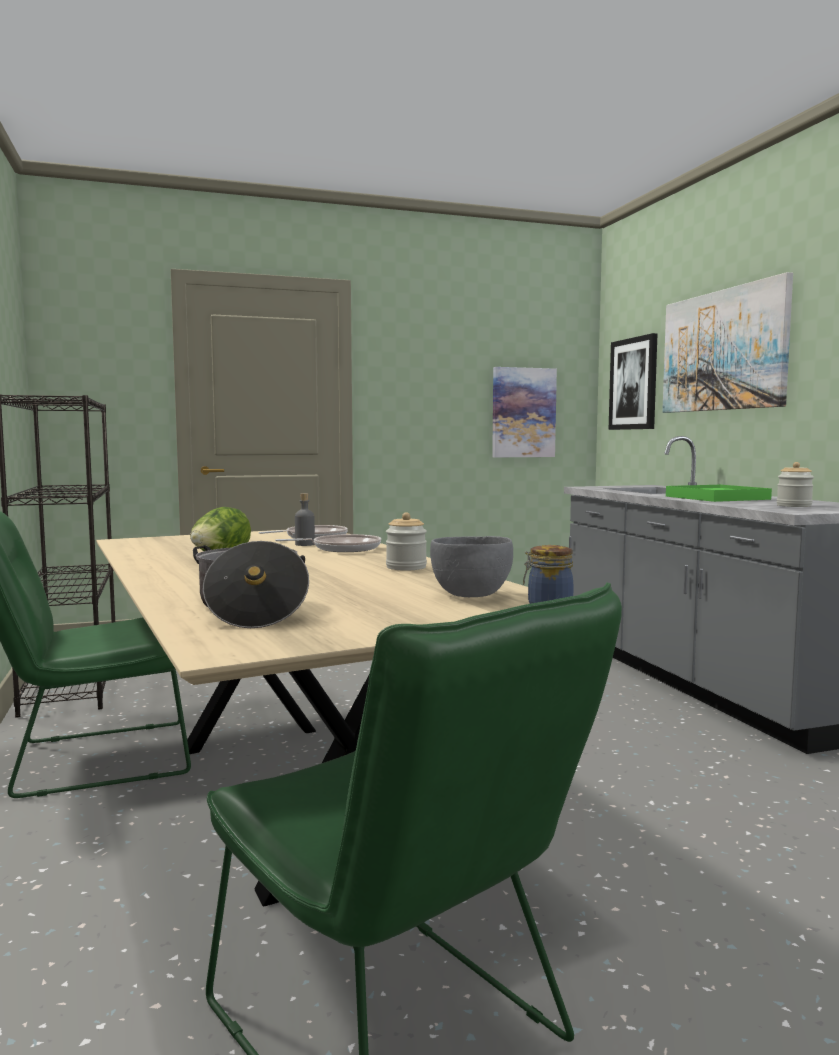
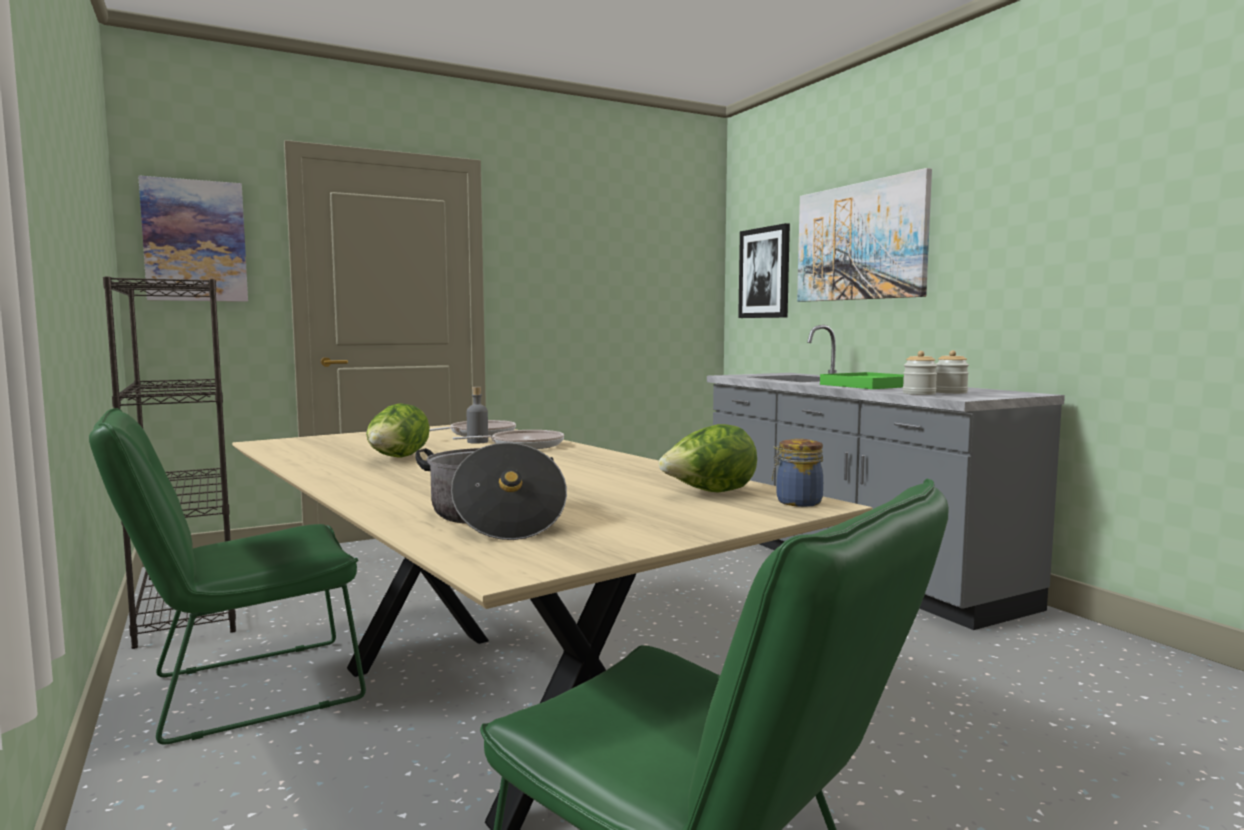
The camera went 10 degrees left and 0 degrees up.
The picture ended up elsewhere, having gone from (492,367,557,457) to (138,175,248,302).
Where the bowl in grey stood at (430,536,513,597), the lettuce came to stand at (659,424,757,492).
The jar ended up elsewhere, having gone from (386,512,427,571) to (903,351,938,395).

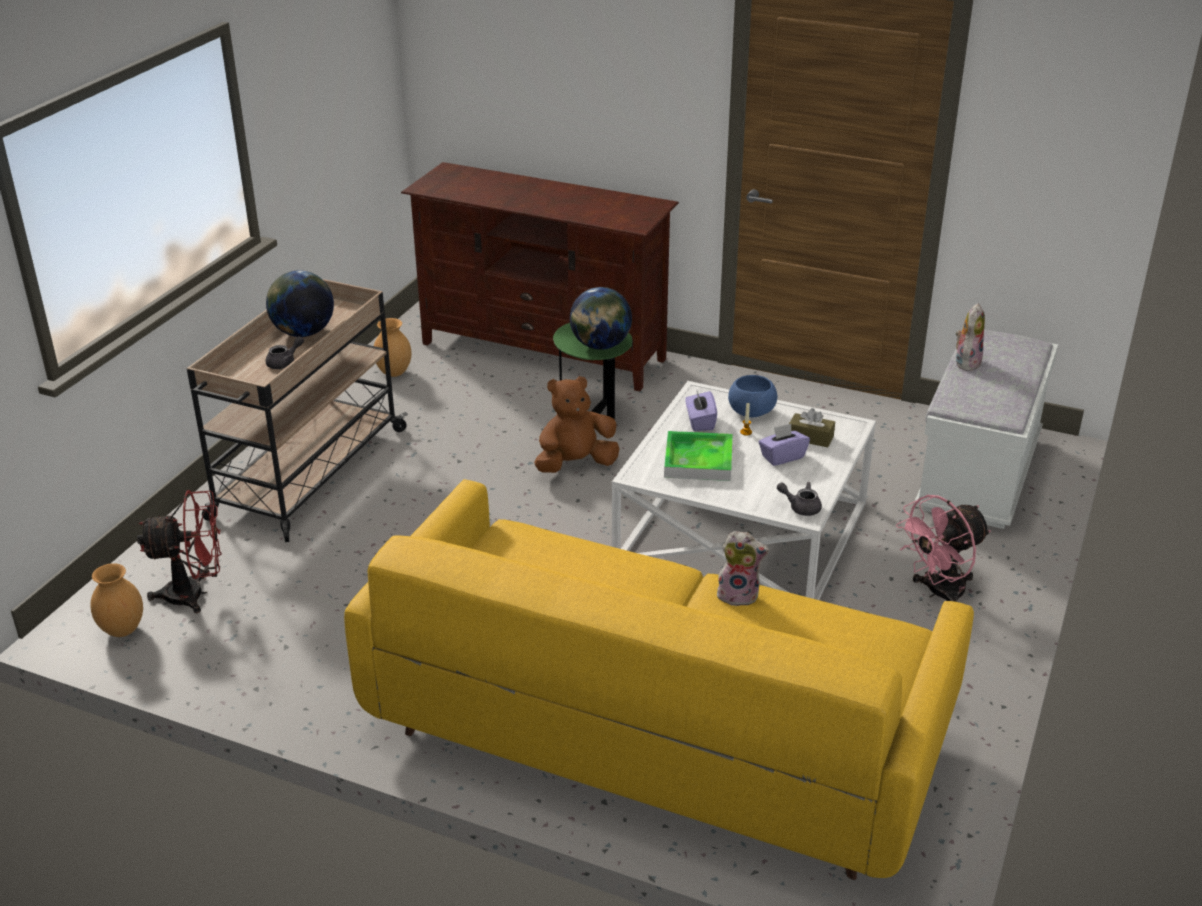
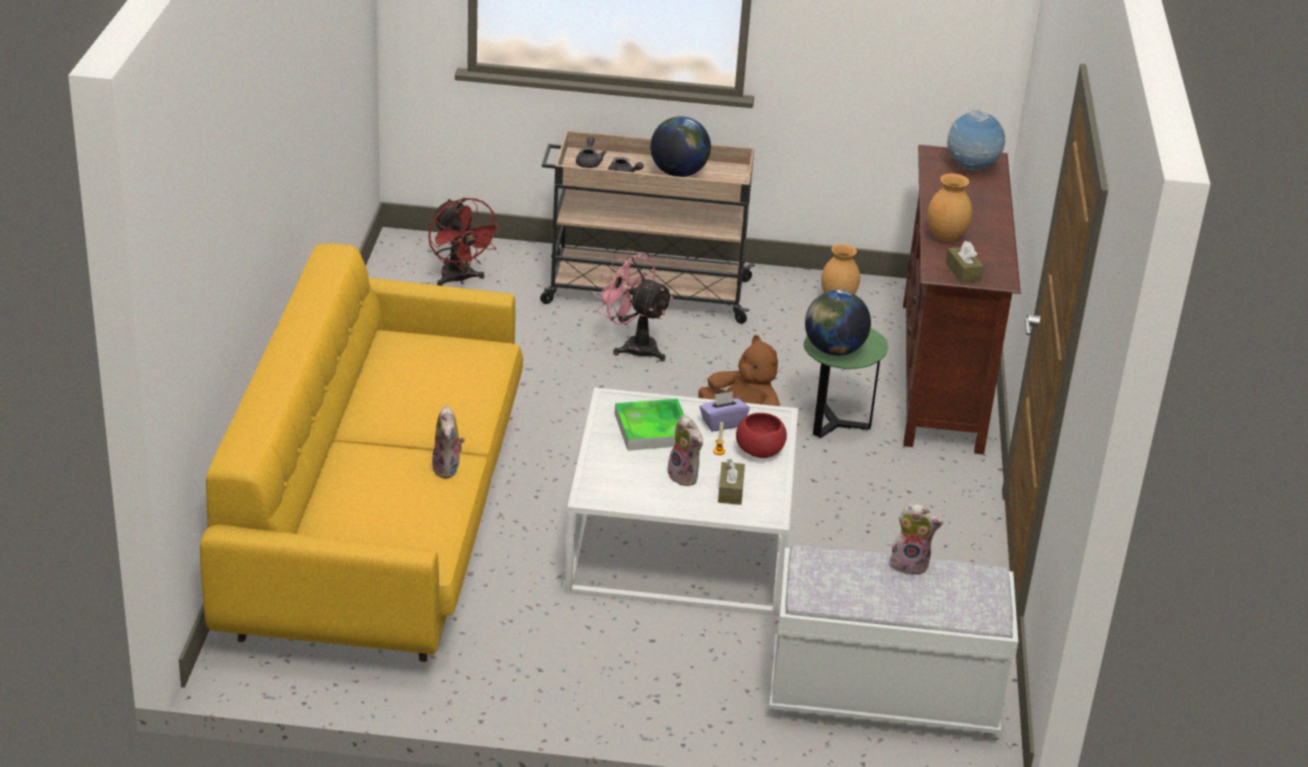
The camera went 70 degrees right and 0 degrees up.
The teapot in grey ended up elsewhere, having gone from (777,482,822,516) to (576,137,607,168).
The fan in pink ended up elsewhere, having gone from (896,495,991,602) to (595,249,674,362).
Where the tissue box in purple stood at (758,424,810,466), the plush toy came to stand at (667,414,703,486).
What was the bowl in blue at (728,375,777,417) turned into the bowl in red at (736,413,787,458).
The vase in brown ended up elsewhere, having gone from (90,563,143,637) to (928,174,972,242).
The second view gained the tissue box in brown at (946,241,984,284).
The second view gained the globe at (947,110,1006,171).

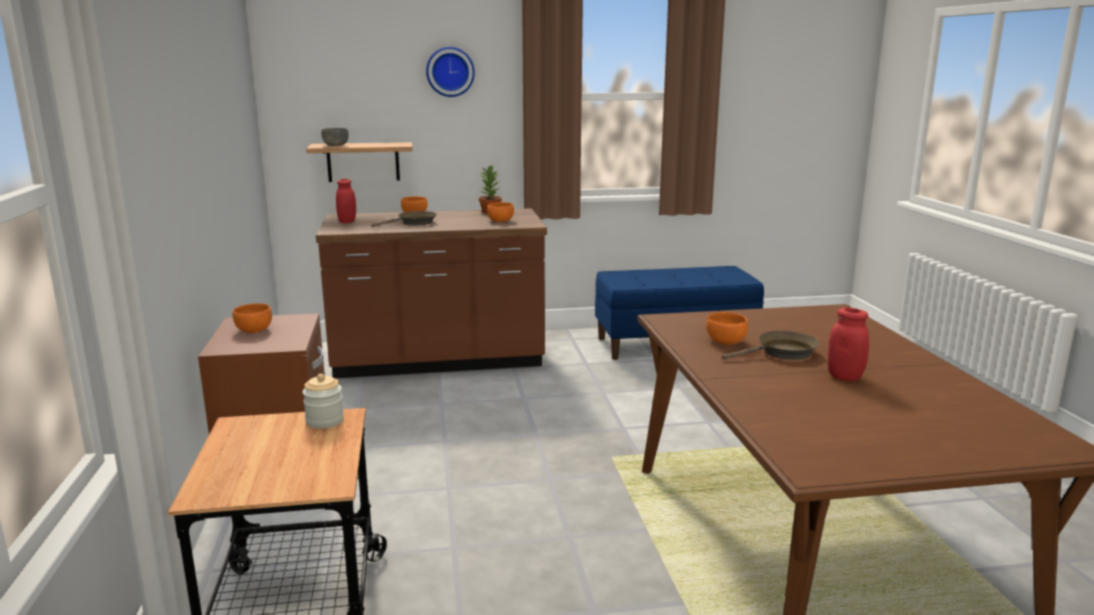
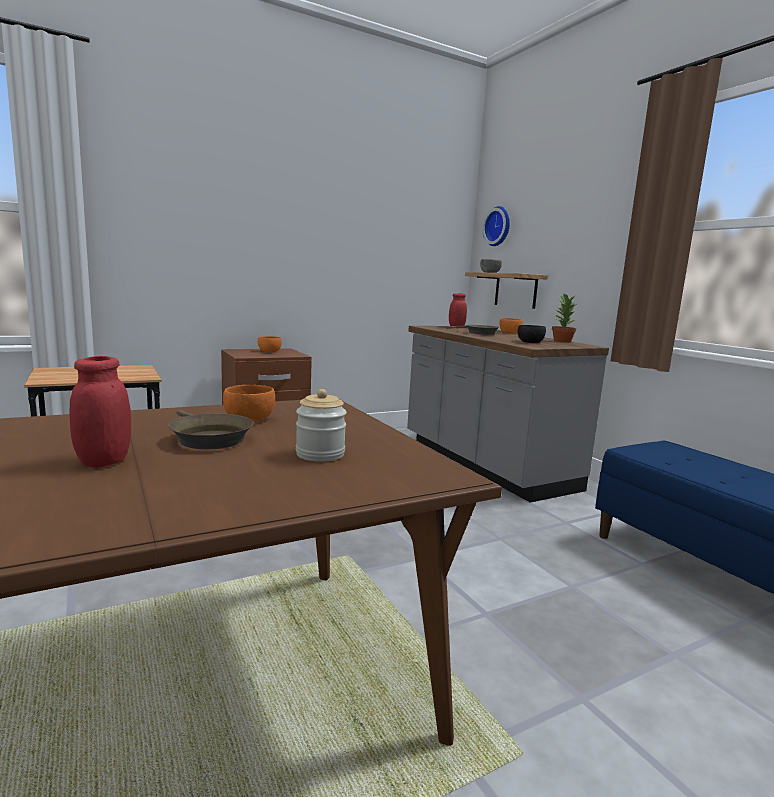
The camera went 70 degrees right and 5 degrees down.
The jar ended up elsewhere, having gone from (303,374,344,429) to (296,389,347,462).
What was the counter in brown at (316,208,547,378) turned into the counter in grey at (407,326,609,503).
The wall clock ended up elsewhere, having gone from (426,47,475,97) to (483,206,510,246).
What was the bowl in orange at (487,202,514,222) turned into the bowl in black at (518,325,546,343).

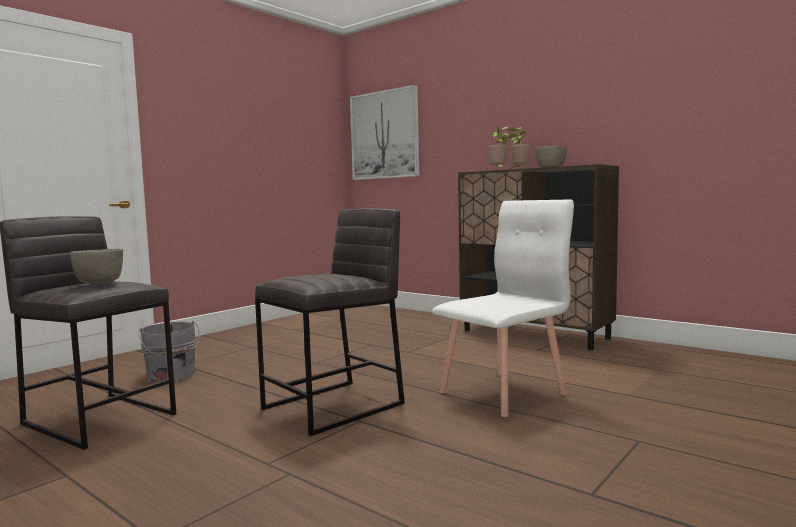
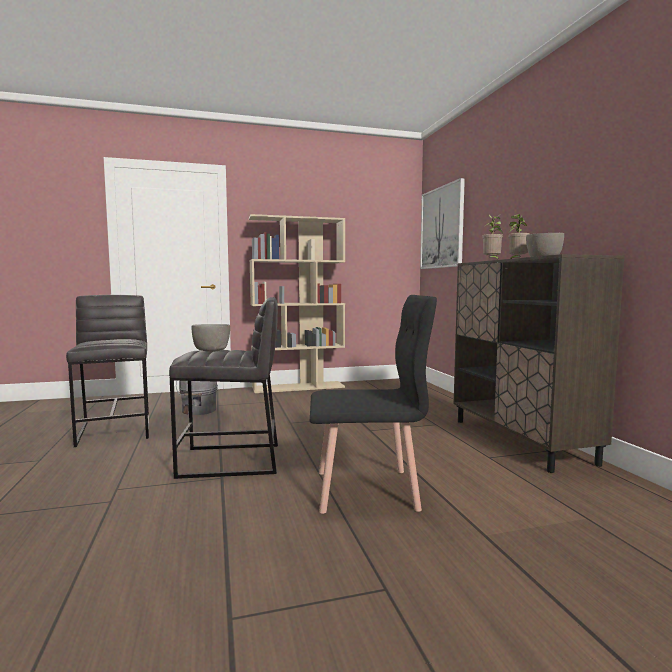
The camera went 35 degrees right and 0 degrees up.
The bowl in grey ended up elsewhere, having gone from (70,249,123,284) to (192,324,230,352).
The second view gained the bookcase in beige at (249,214,345,393).
What was the chair in white at (433,200,574,417) turned into the chair in black at (310,295,437,514).

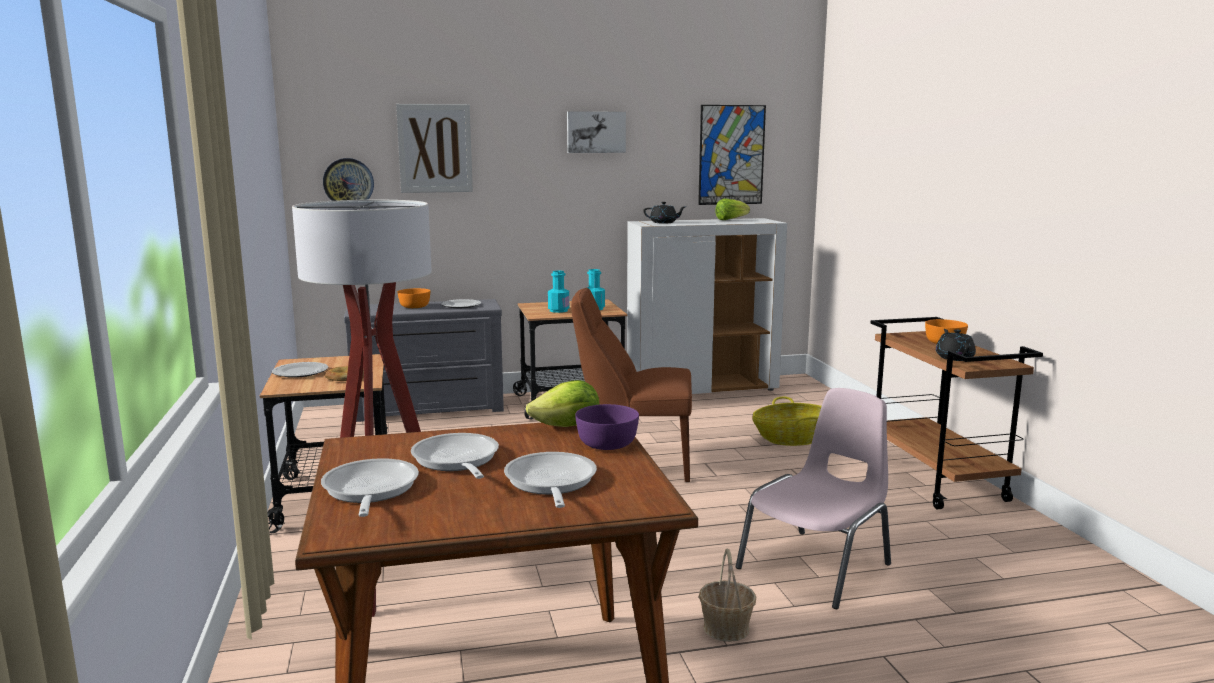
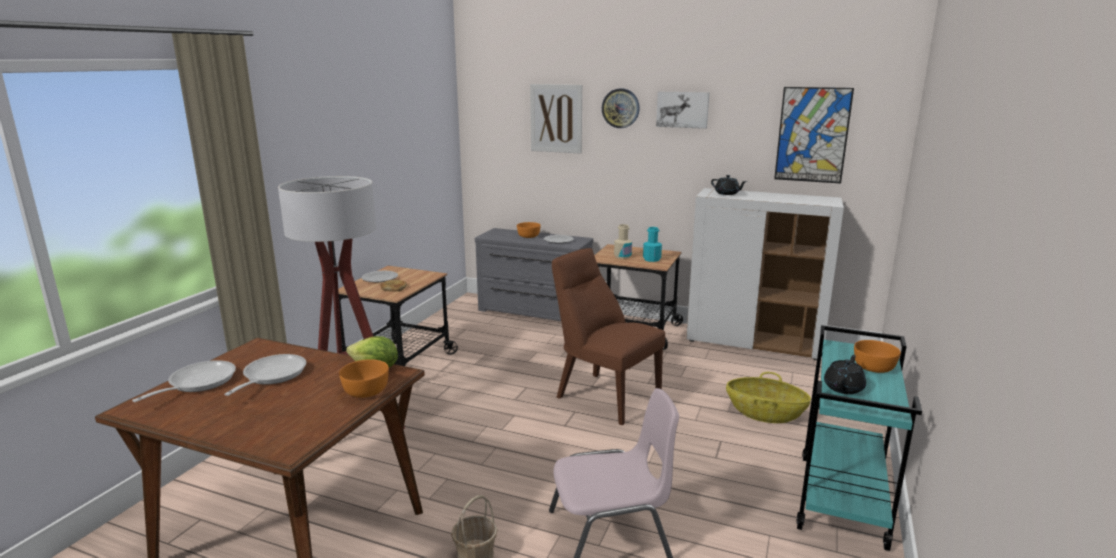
The camera went 35 degrees right and 5 degrees up.
What was the bowl in purple at (575,404,639,450) turned into the bowl in orange at (339,359,389,398).
The wall clock ended up elsewhere, having gone from (323,158,374,201) to (602,88,640,128).
What was the bottle in turquoise at (548,271,569,313) turned into the bottle in beige at (614,224,632,259).
What was the cart in brown at (871,317,1043,509) turned into the cart in turquoise at (797,325,922,551).
The second view lost the frying pan at (504,452,597,508).
The second view lost the lettuce at (715,199,750,220).

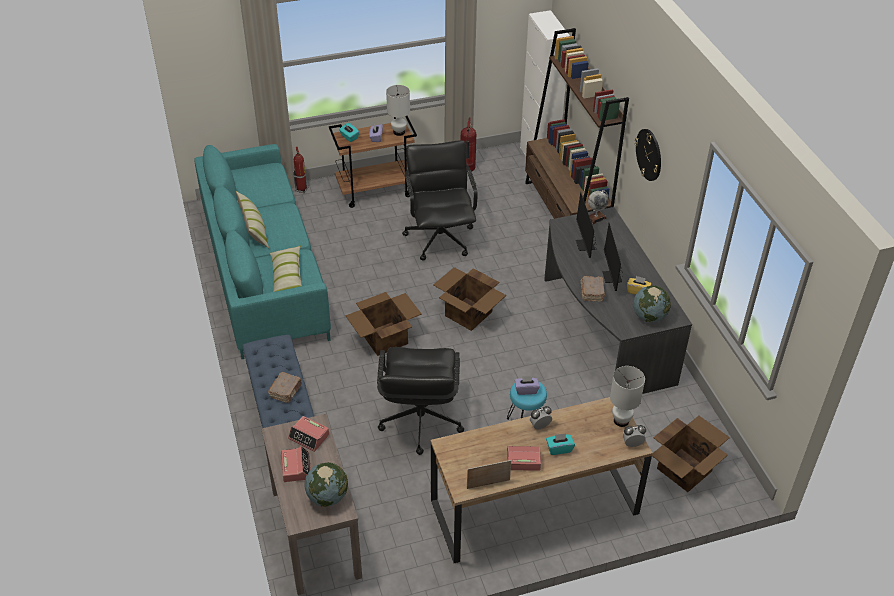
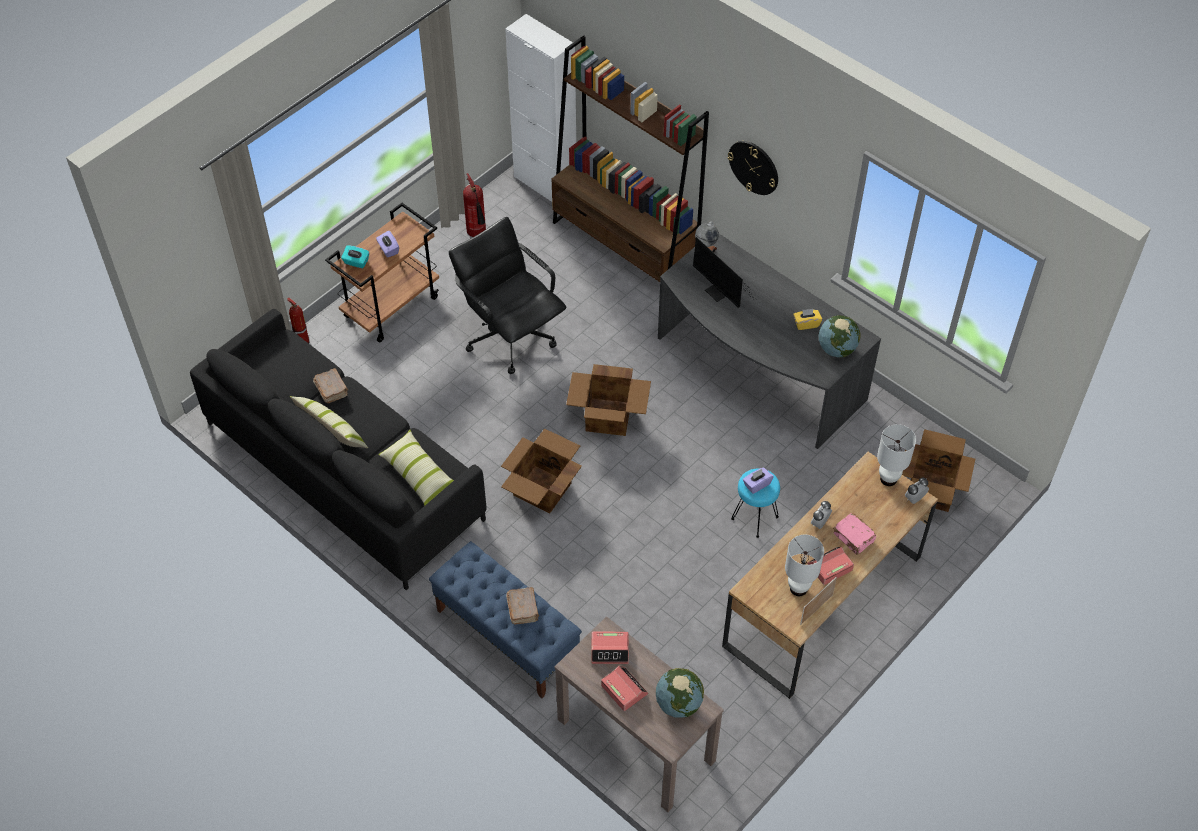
The camera went 30 degrees left and 10 degrees up.
What was the sofa in turquoise at (194,144,331,359) turned into the sofa in black at (190,309,487,590).
The book in brown ended up elsewhere, having gone from (581,276,605,302) to (313,368,348,403).
The table lamp in white ended up elsewhere, having gone from (386,85,410,136) to (785,535,824,596).
Where the tissue box in turquoise stood at (546,433,575,455), the book in pink came to stand at (833,513,876,555).
The second view lost the office chair in black at (377,347,464,455).
The second view lost the monitor at (603,223,624,291).

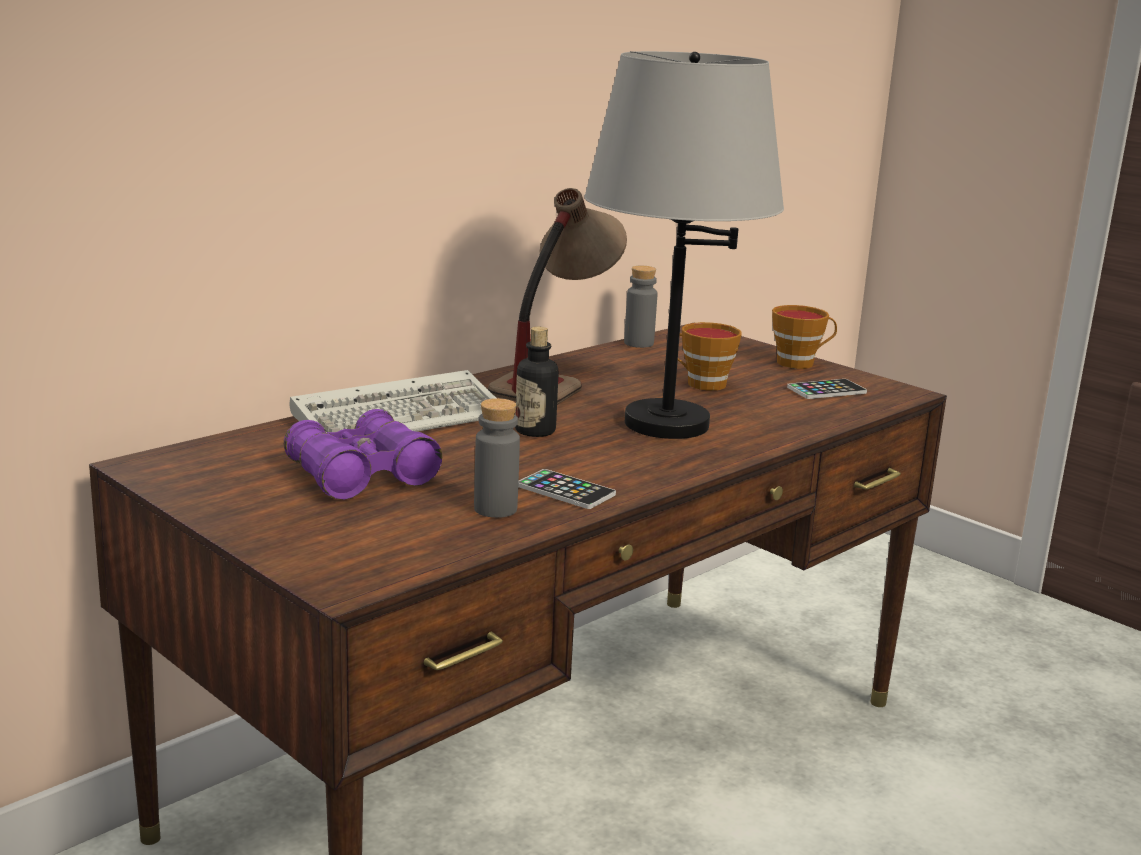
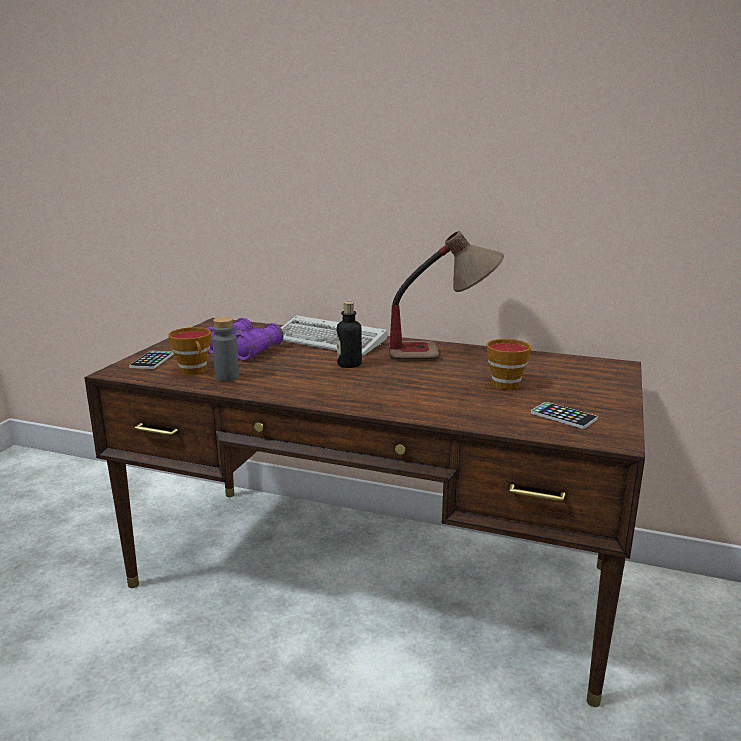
The camera went 65 degrees right and 0 degrees up.
The phone ended up elsewhere, having gone from (518,469,616,509) to (129,351,174,369).
The cup ended up elsewhere, having gone from (772,305,837,369) to (168,327,211,375).
The second view lost the table lamp in grey at (584,51,784,439).
The second view lost the bottle in grey at (624,265,657,348).

